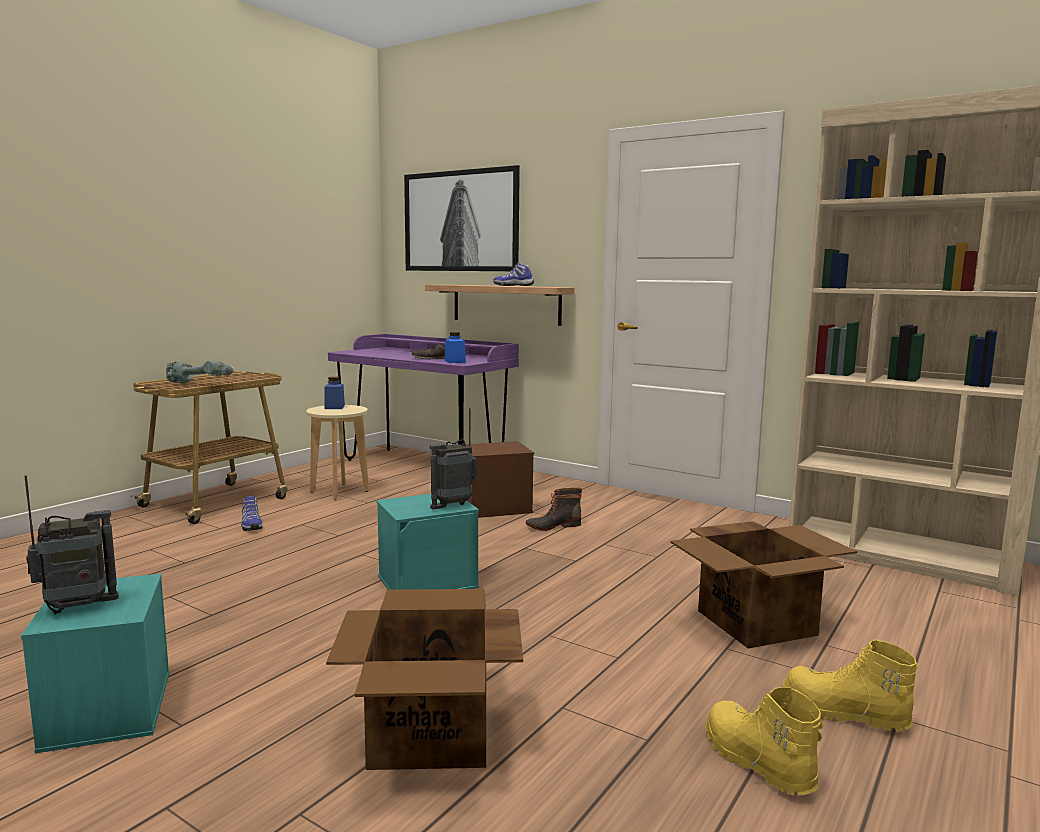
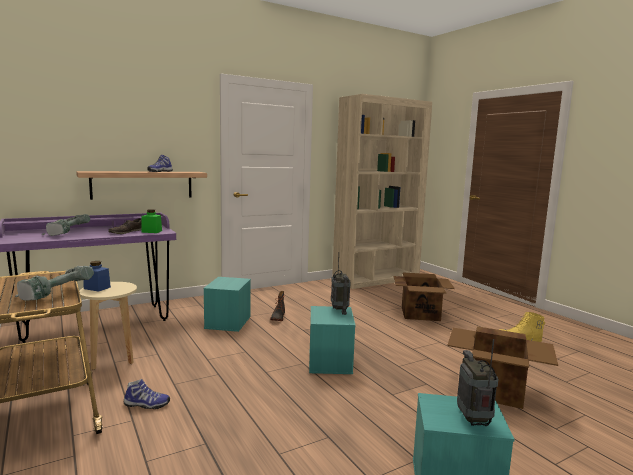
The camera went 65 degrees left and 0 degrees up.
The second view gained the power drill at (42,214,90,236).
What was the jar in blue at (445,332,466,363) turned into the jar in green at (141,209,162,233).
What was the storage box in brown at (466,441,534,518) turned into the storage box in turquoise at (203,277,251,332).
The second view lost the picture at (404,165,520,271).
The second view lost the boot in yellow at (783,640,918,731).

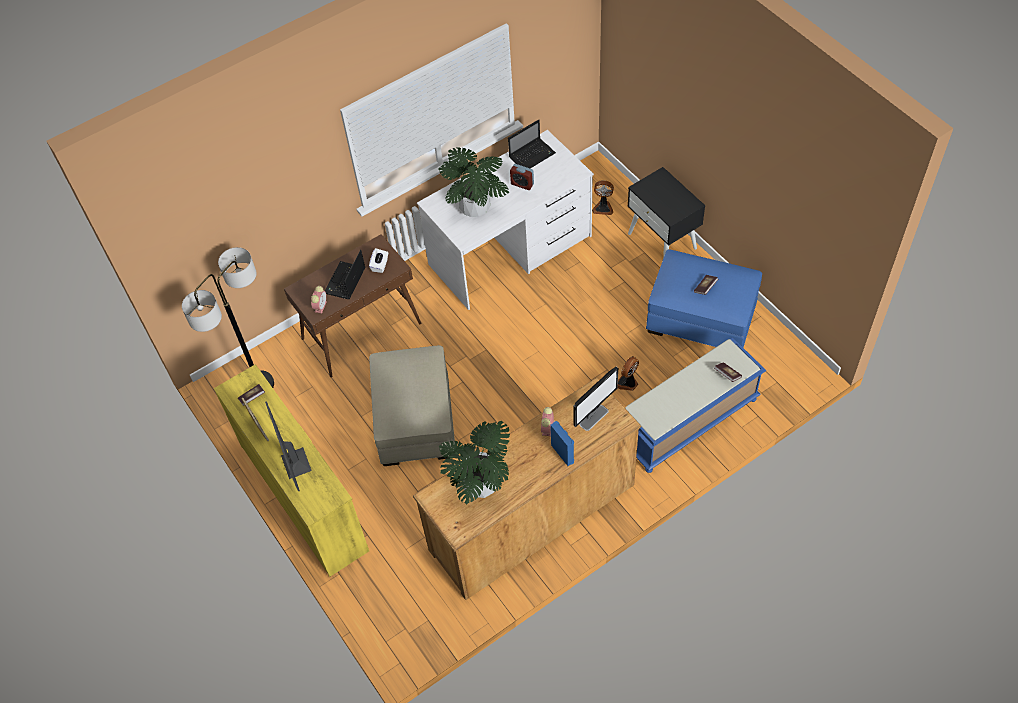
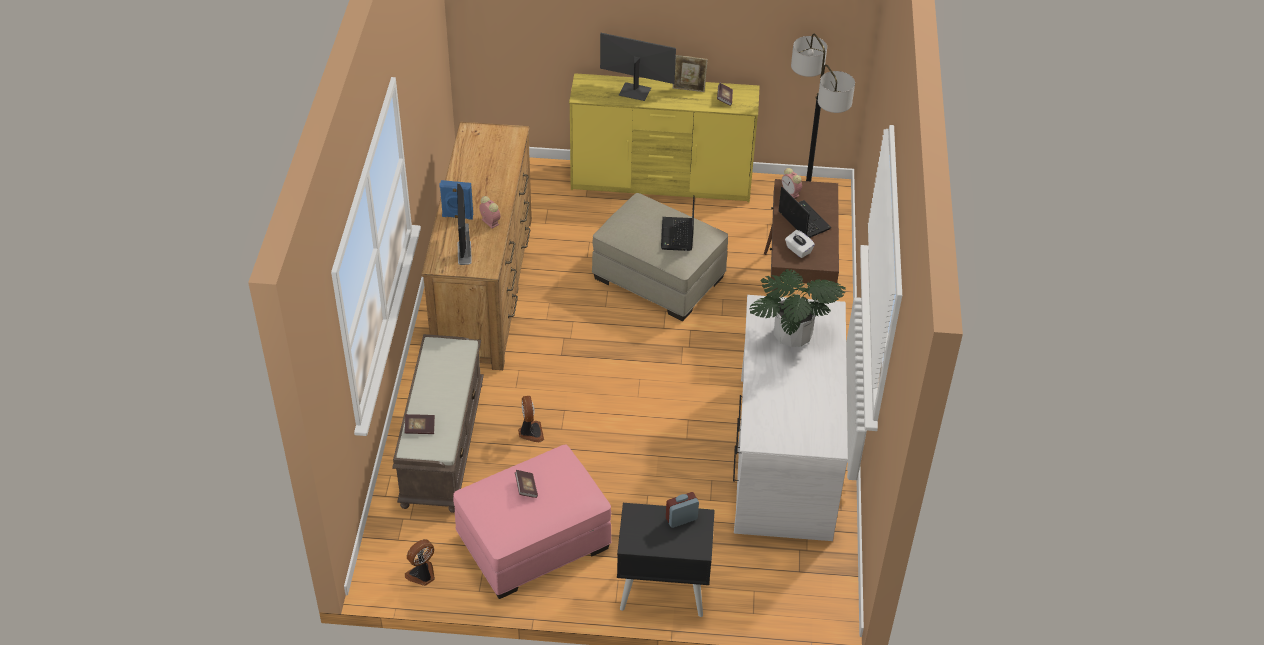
The camera went 125 degrees right and 10 degrees down.
What was the bench in blue at (625,338,766,473) turned into the bench in brown at (392,334,484,513).
The fan ended up elsewhere, having gone from (592,180,614,215) to (405,539,435,586).
What was the ottoman in blue at (646,250,762,347) turned into the ottoman in pink at (453,444,612,599).
The laptop ended up elsewhere, having gone from (508,119,556,168) to (661,195,695,251).
The alarm clock ended up elsewhere, having gone from (510,164,534,190) to (666,492,699,528).
The second view lost the potted plant at (439,421,510,504).

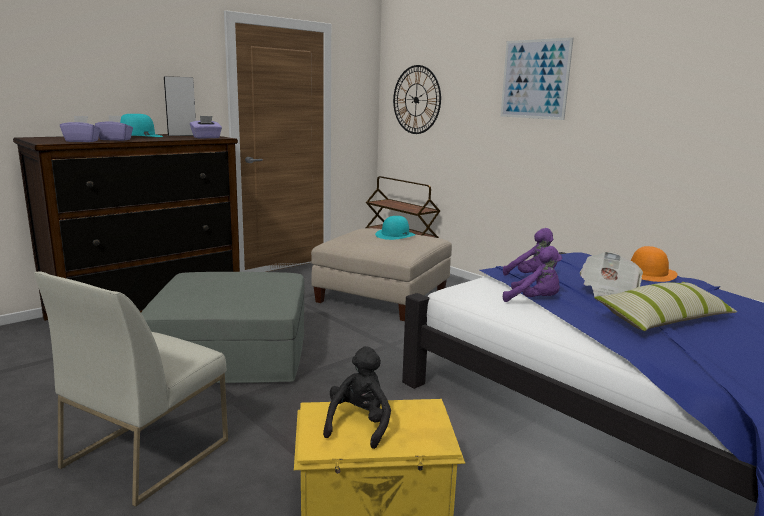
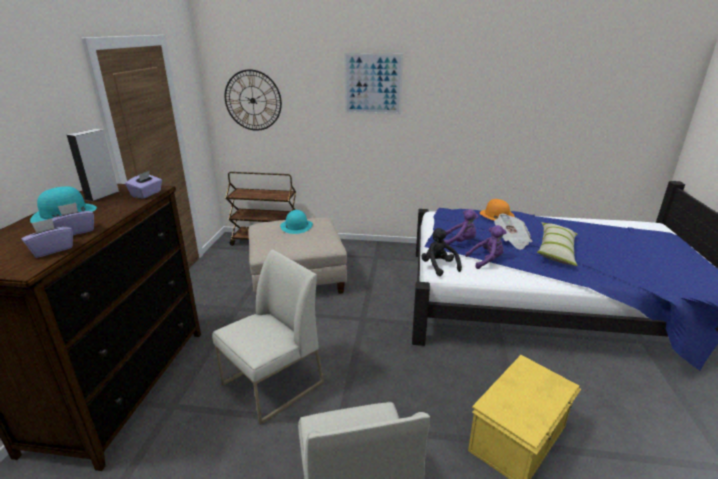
The camera went 40 degrees left and 10 degrees up.
Where the ottoman in grey stood at (141,272,304,383), the chair in white came to stand at (212,249,324,425).
The plush toy in black ended up elsewhere, having gone from (323,346,391,449) to (421,228,462,276).

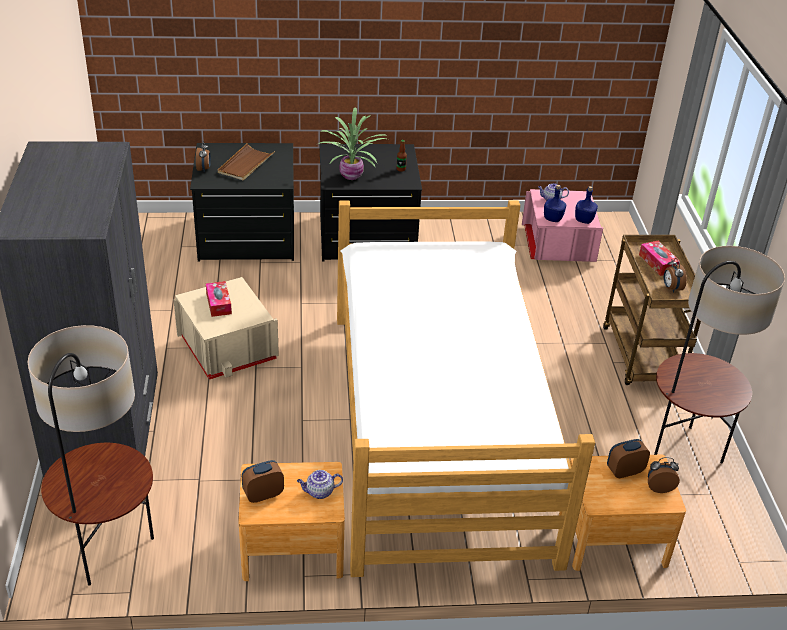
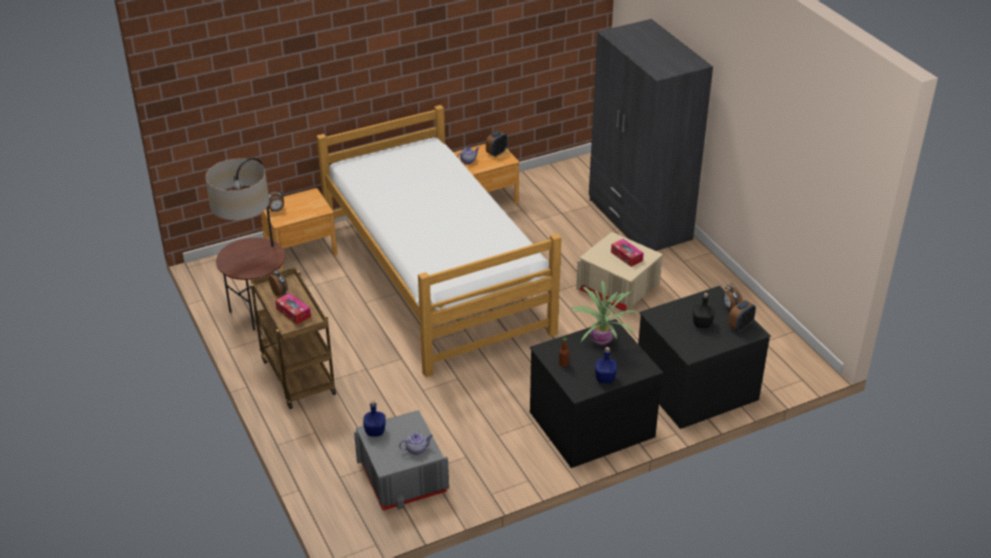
The camera went 160 degrees right and 0 degrees up.
What was the storage box in pink at (522,189,603,262) turned into the storage box in grey at (354,410,449,510).
The bottle in blue ended up elsewhere, having gone from (544,185,566,222) to (595,347,617,383).
Where the tray in brown stood at (218,143,275,181), the bottle in black came to stand at (693,293,714,328).
The alarm clock ended up elsewhere, having gone from (607,439,650,479) to (728,300,756,332).
The second view lost the floor lamp at (27,325,154,586).

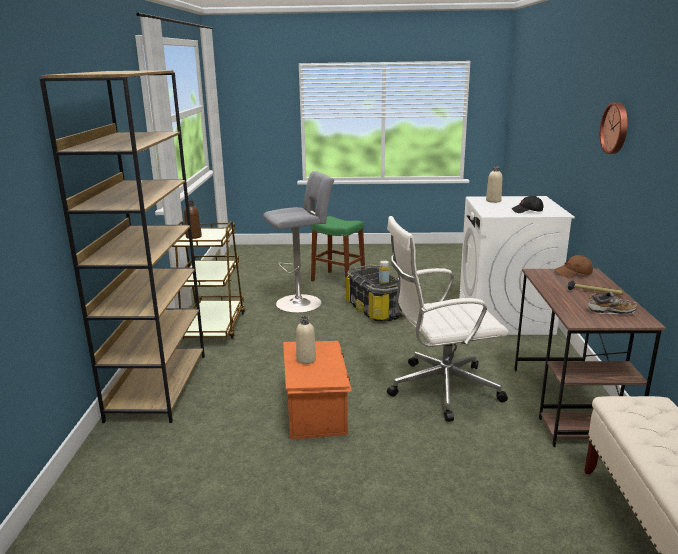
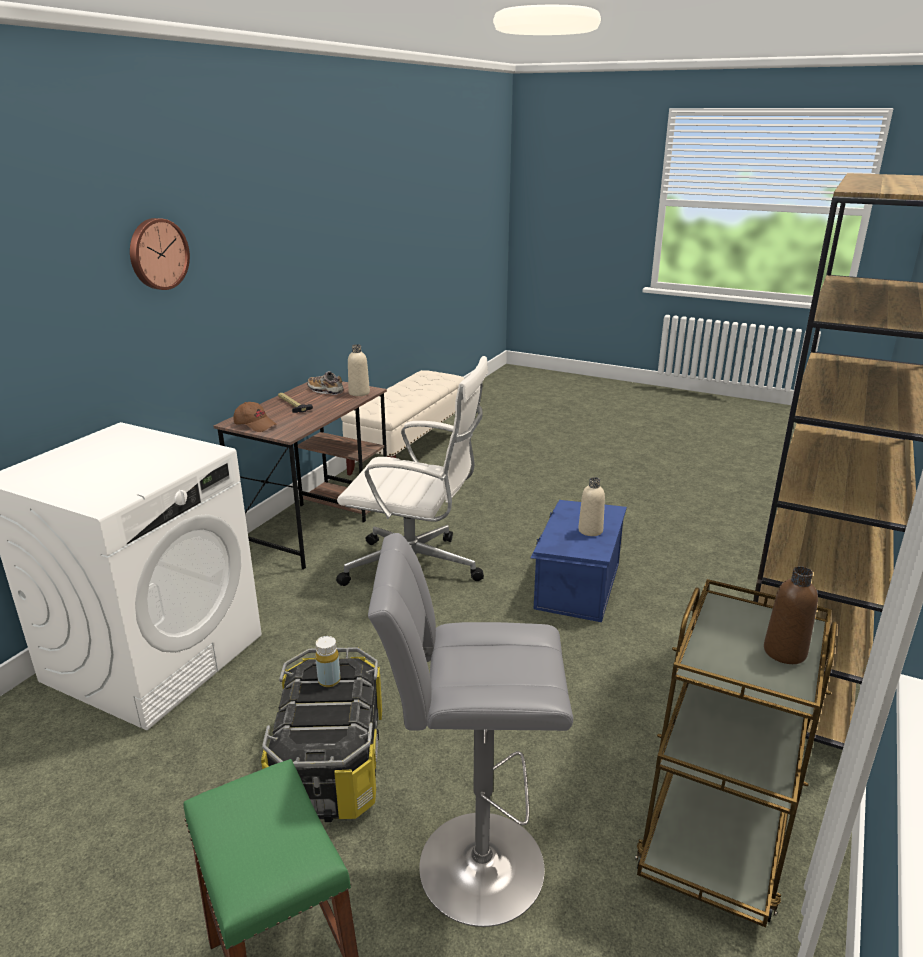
The camera went 155 degrees left and 5 degrees up.
The bottle in beige ended up elsewhere, having gone from (486,166,502,203) to (348,344,370,396).
What was the storage box in orange at (283,341,352,440) turned into the storage box in blue at (530,500,627,622).
The second view lost the cap in black at (511,196,543,213).

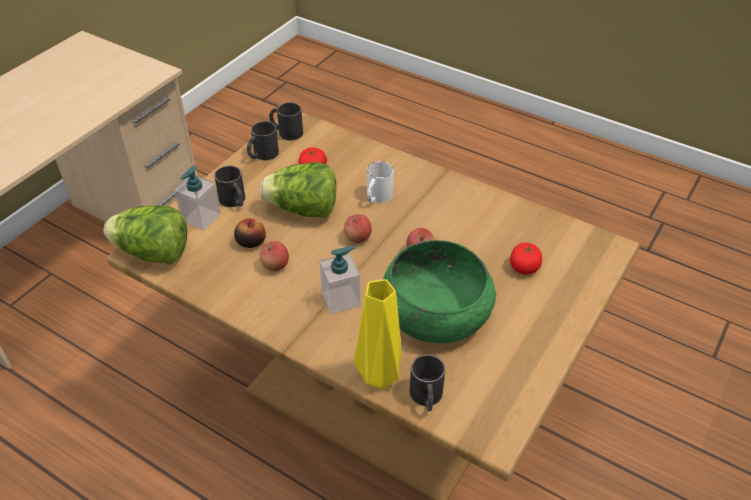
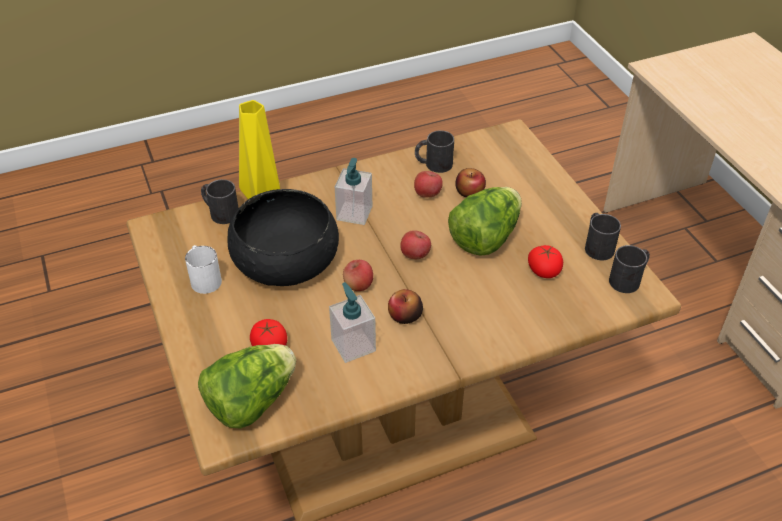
The camera went 125 degrees right and 0 degrees up.
The mug in white ended up elsewhere, having gone from (367,161,393,203) to (185,245,222,294).
The lettuce ended up elsewhere, having gone from (104,205,187,265) to (198,344,296,429).
What was the bowl in green at (383,240,496,344) turned into the bowl in black at (227,189,339,286).
The soap dispenser ended up elsewhere, having gone from (174,166,221,231) to (329,282,376,363).
The second view gained the apple at (388,289,423,324).
The mug in black ended up elsewhere, having gone from (214,166,245,207) to (415,130,454,173).

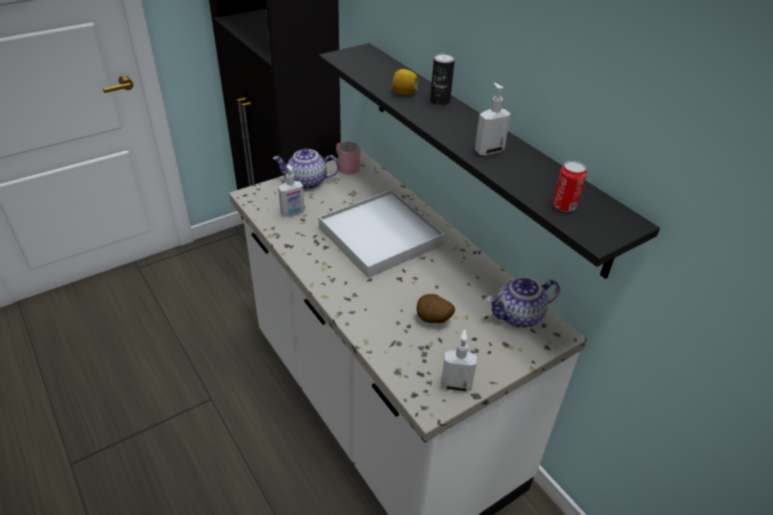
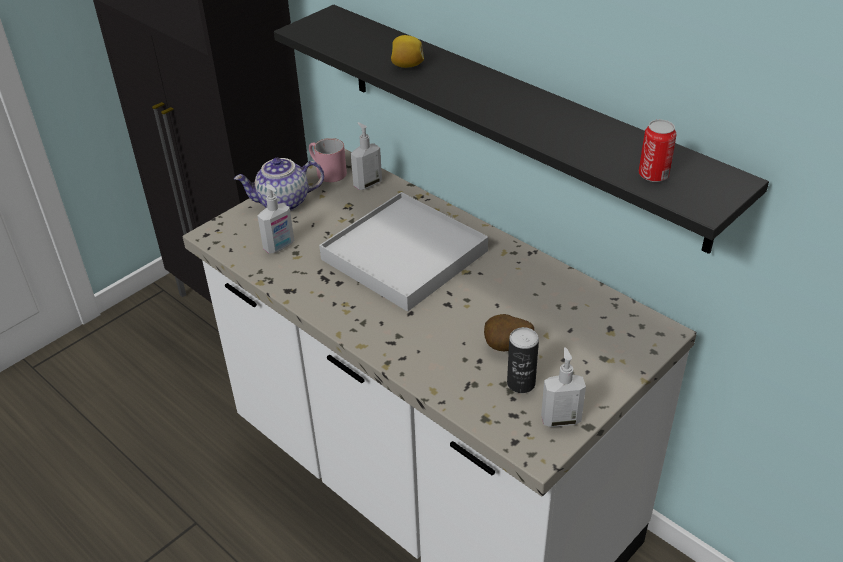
The camera went 10 degrees left and 0 degrees up.
The soap dispenser ended up elsewhere, having gone from (475,83,511,156) to (351,122,382,190).
The can ended up elsewhere, having gone from (430,53,455,106) to (507,327,539,393).
The second view lost the teapot at (487,277,560,328).

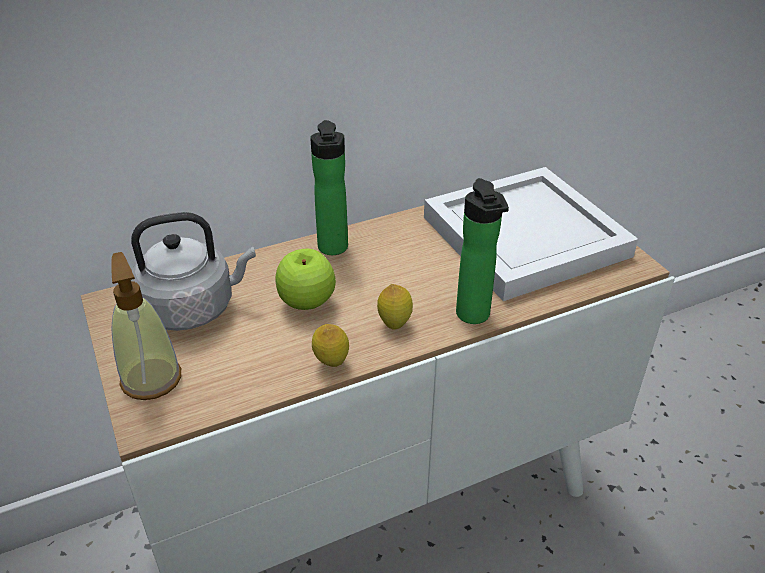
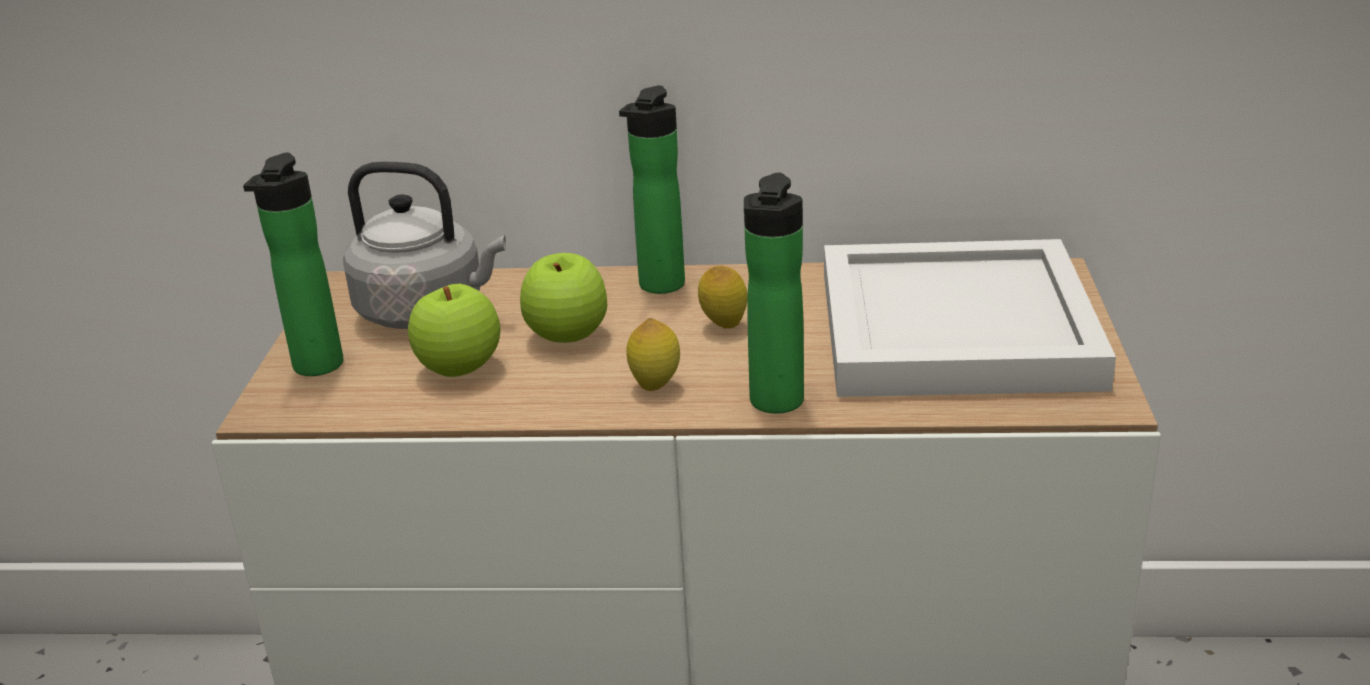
The camera went 30 degrees right and 10 degrees down.
Where the soap dispenser stood at (111,252,181,400), the bottle came to stand at (243,152,343,376).
The second view gained the apple at (408,284,501,377).
The lemon ended up elsewhere, having gone from (312,324,349,367) to (698,266,748,328).

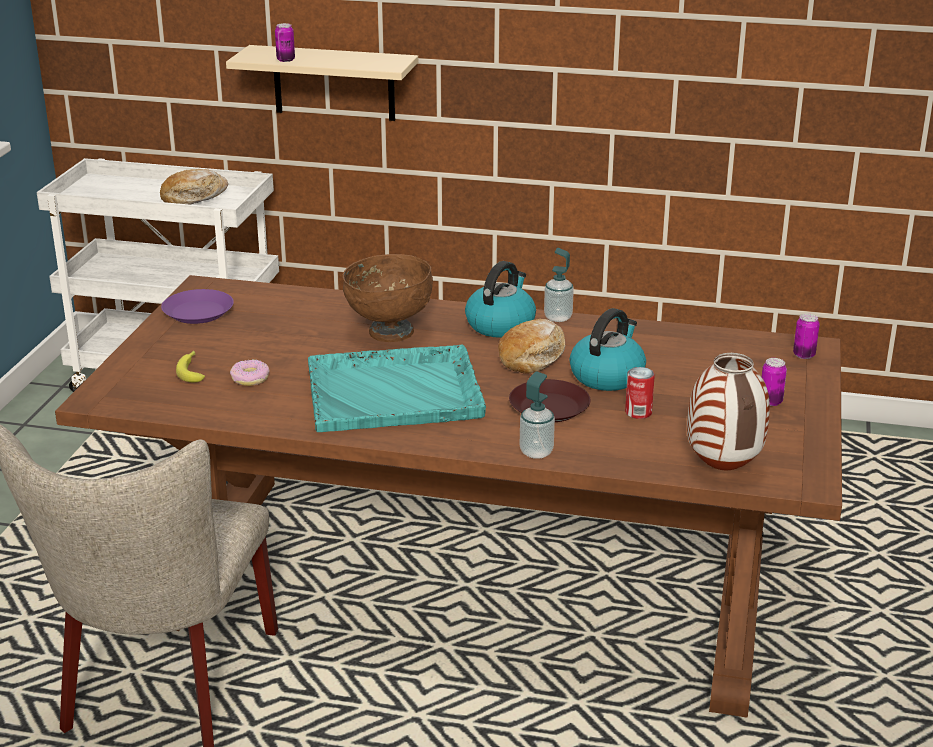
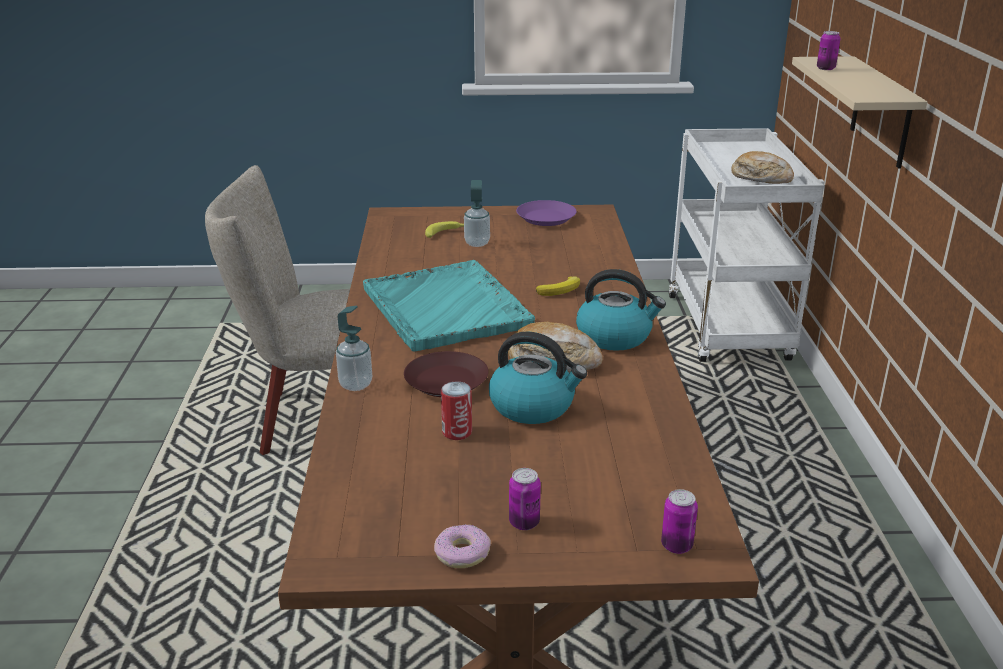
The camera went 75 degrees right and 0 degrees up.
The donut ended up elsewhere, having gone from (230,360,270,386) to (434,524,491,568).
The soap dispenser ended up elsewhere, having gone from (544,248,574,322) to (464,180,490,247).
Where the bowl in brown stood at (343,254,433,342), the banana came to stand at (536,276,580,296).
The second view lost the vase at (687,353,770,470).

